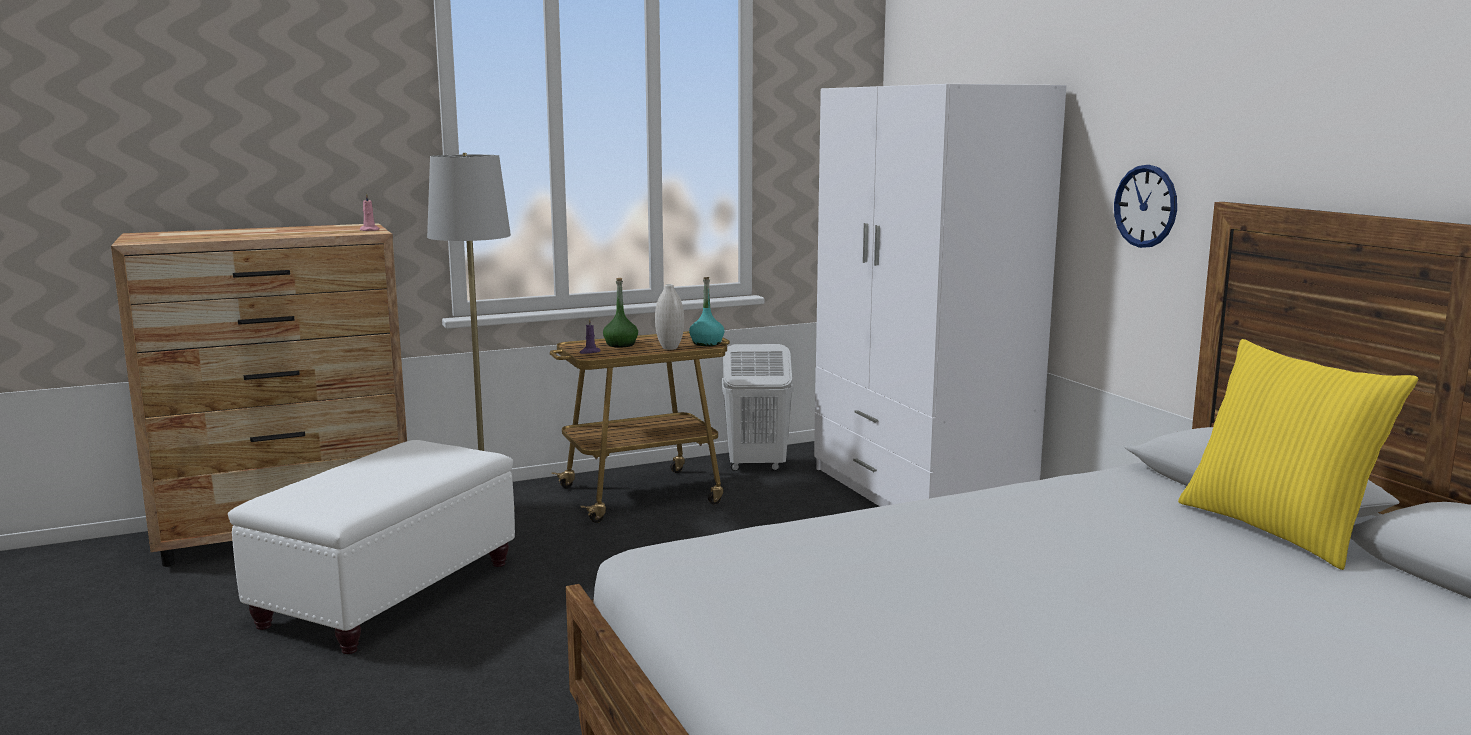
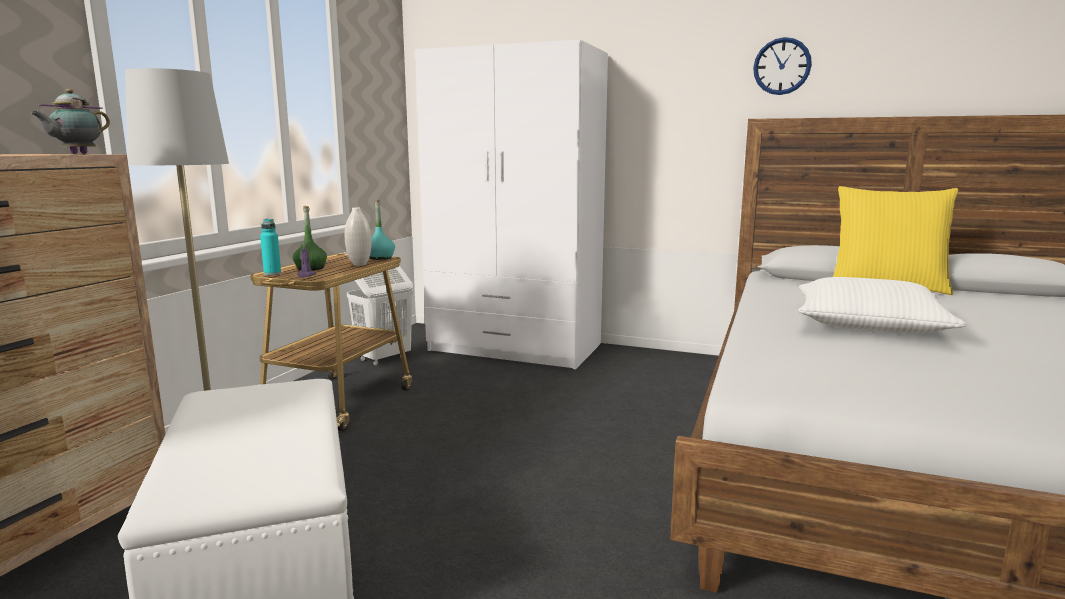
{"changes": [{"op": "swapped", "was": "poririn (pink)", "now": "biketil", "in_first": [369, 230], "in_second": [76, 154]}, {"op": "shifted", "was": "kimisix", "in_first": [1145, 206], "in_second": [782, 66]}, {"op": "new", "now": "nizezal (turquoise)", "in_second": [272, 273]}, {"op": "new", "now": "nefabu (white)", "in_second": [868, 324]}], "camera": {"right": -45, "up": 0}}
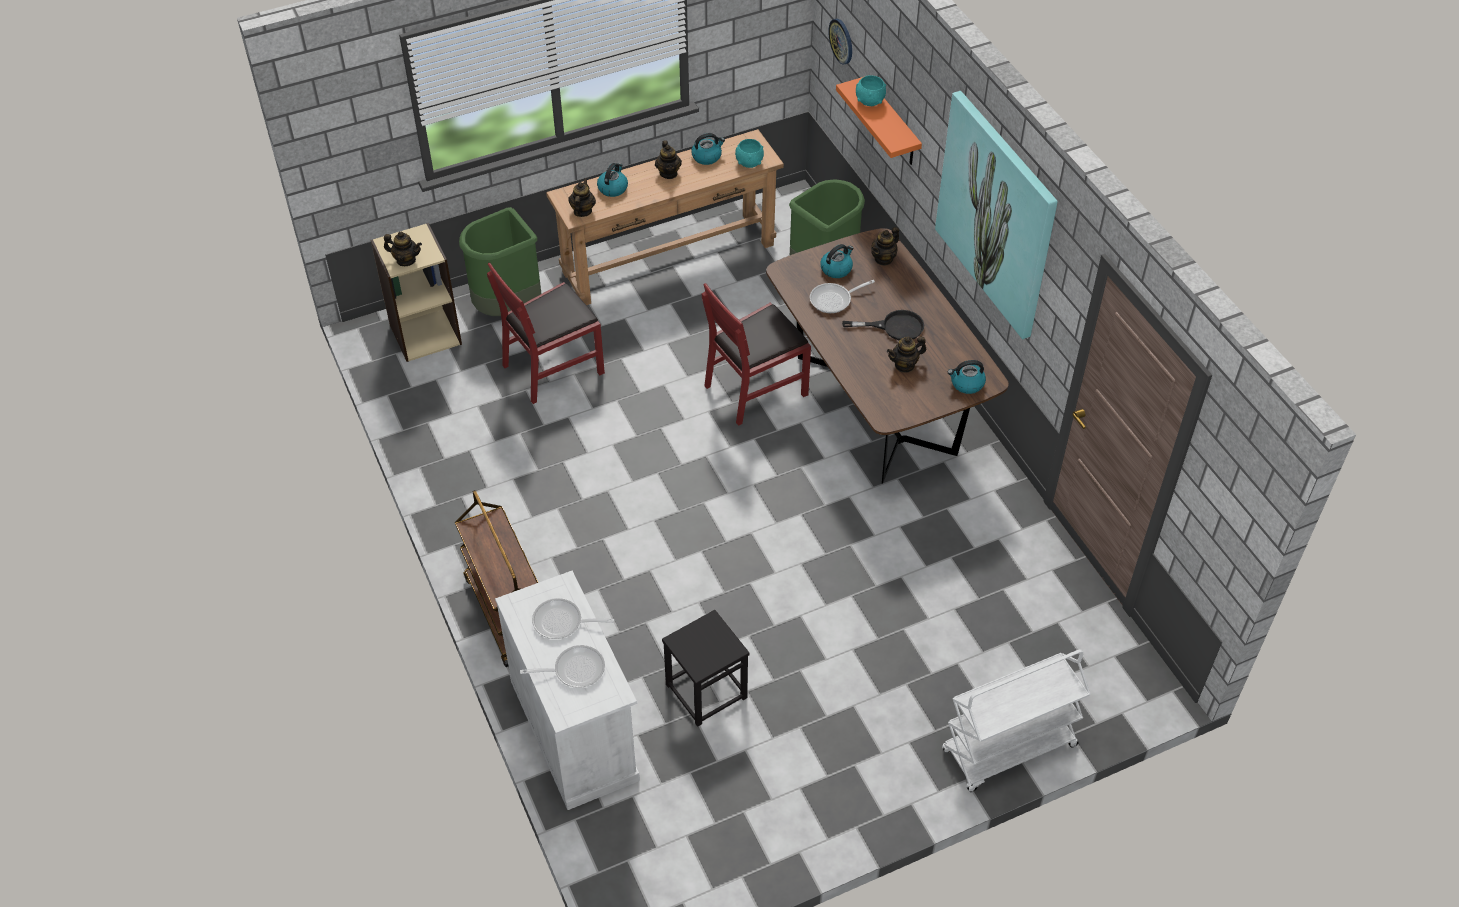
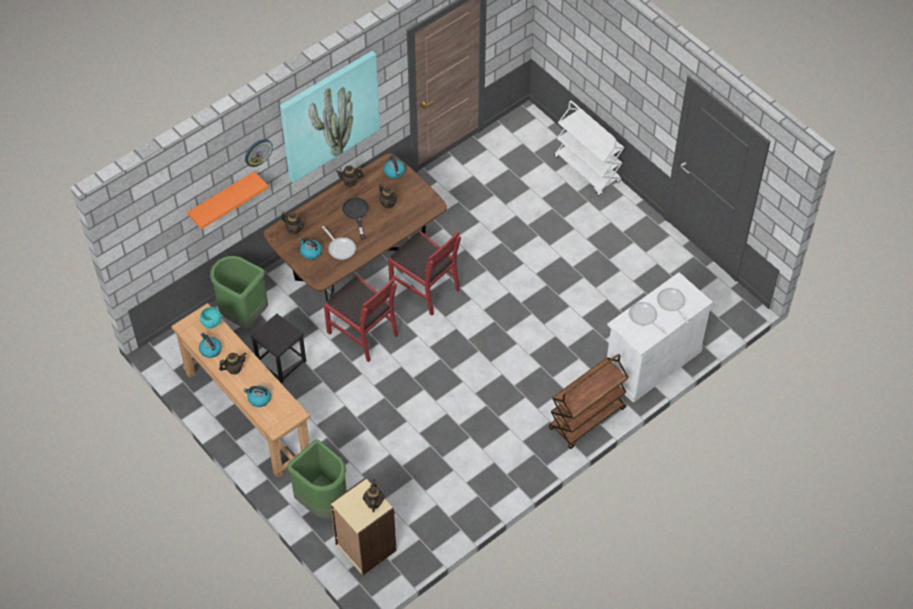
{"changes": [{"op": "shifted", "was": "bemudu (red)", "in_first": [552, 368], "in_second": [425, 287]}, {"op": "rotated", "was": "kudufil", "in_first": [562, 622], "in_second": [644, 317], "clockwise": 150}, {"op": "shifted", "was": "biketil", "in_first": [582, 211], "in_second": [350, 182]}, {"op": "shifted", "was": "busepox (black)", "in_first": [706, 690], "in_second": [281, 362]}, {"op": "shifted", "was": "kimisix", "in_first": [841, 41], "in_second": [258, 152]}, {"op": "gone", "was": "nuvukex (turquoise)", "in_first": [869, 101]}], "camera": {"right": -105, "up": 5}}
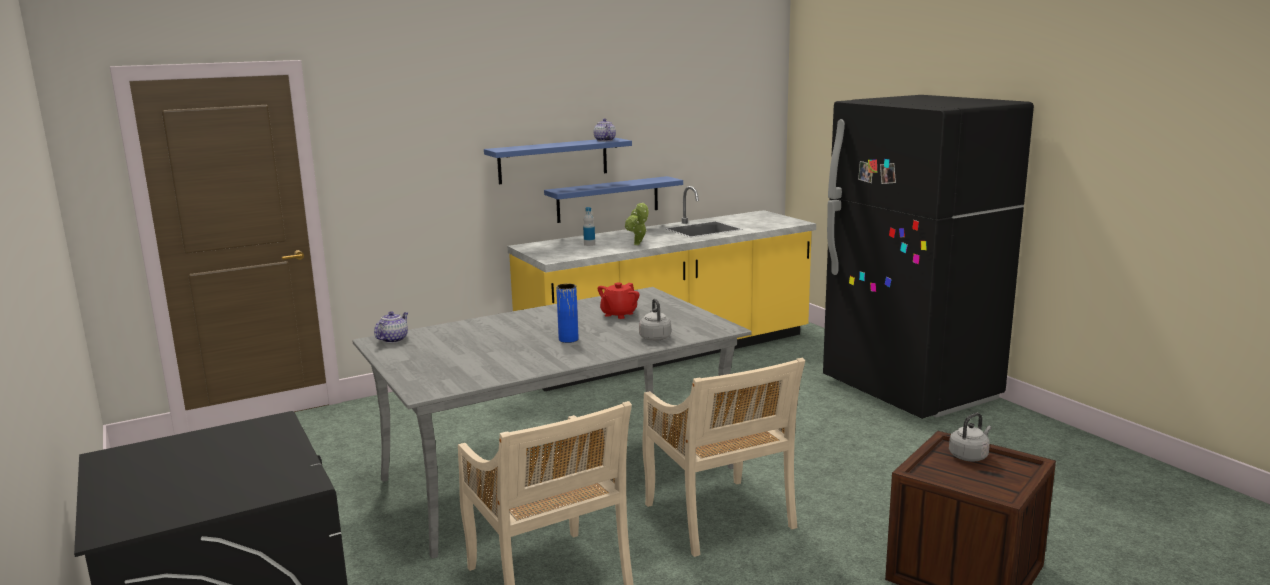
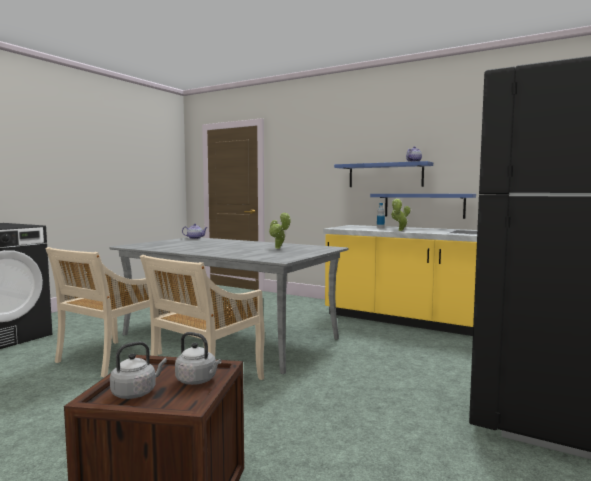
{"changes": [{"op": "gone", "was": "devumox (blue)", "in_first": [568, 339]}, {"op": "swapped", "was": "biketil (red)", "now": "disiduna", "in_first": [618, 314], "in_second": [278, 248]}, {"op": "shifted", "was": "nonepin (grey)", "in_first": [654, 337], "in_second": [136, 392]}], "camera": {"right": 60, "up": -10}}
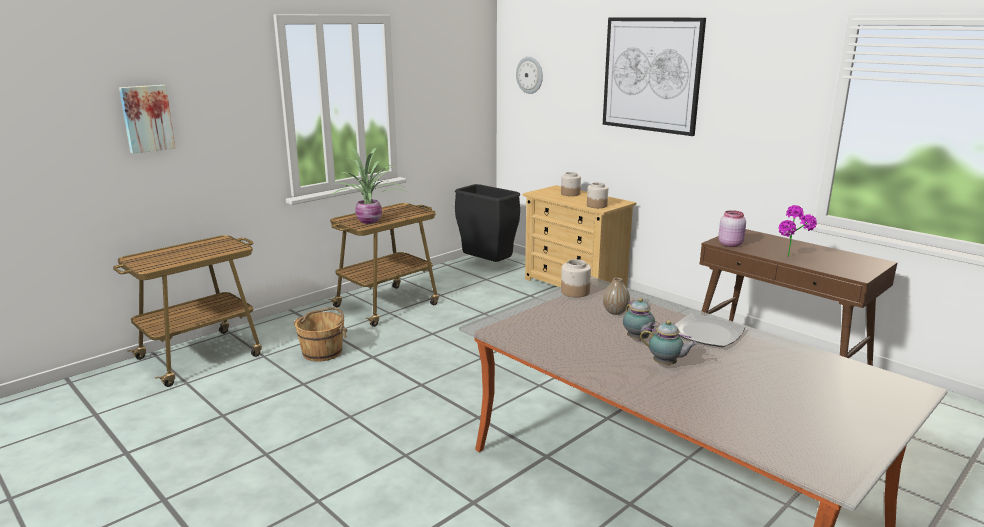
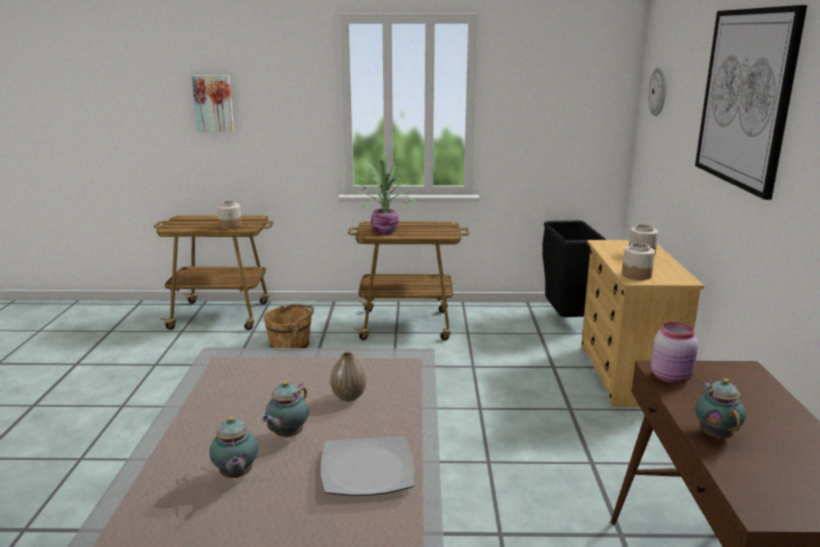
{"changes": [{"op": "shifted", "was": "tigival", "in_first": [575, 292], "in_second": [230, 226]}, {"op": "swapped", "was": "disiduna", "now": "biketil", "in_first": [791, 258], "in_second": [715, 434]}], "camera": {"right": 45, "up": 0}}
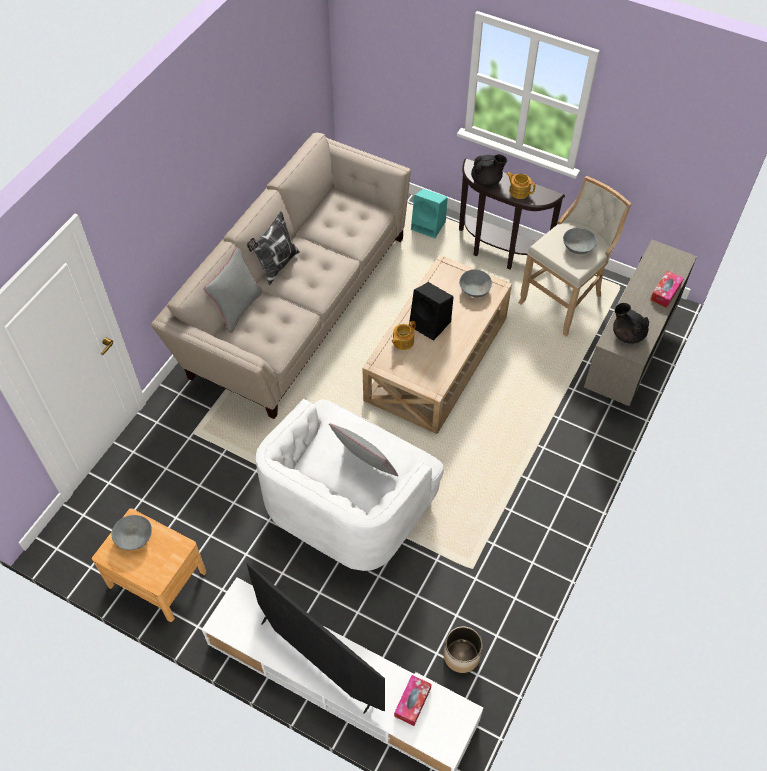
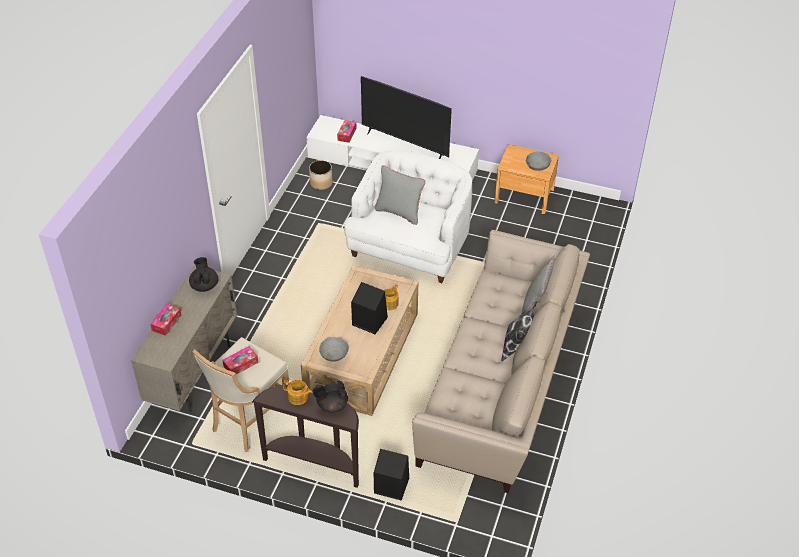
{"changes": [{"op": "repainted", "was": "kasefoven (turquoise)", "now": "kasefoven (black)", "in_first": [429, 226], "in_second": [390, 486]}, {"op": "swapped", "was": "nuvukex (grey)", "now": "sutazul", "in_first": [577, 248], "in_second": [241, 364]}, {"op": "rotated", "was": "biketil (black)", "in_first": [627, 334], "in_second": [204, 285], "clockwise": -135}], "camera": {"right": 170, "up": -10}}
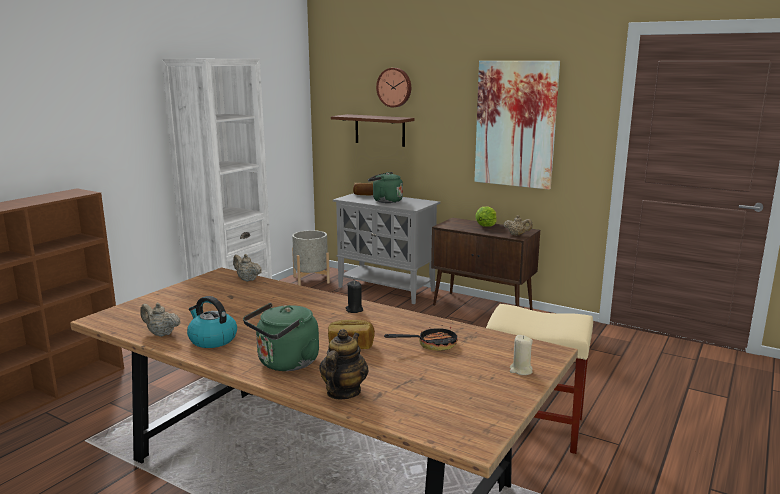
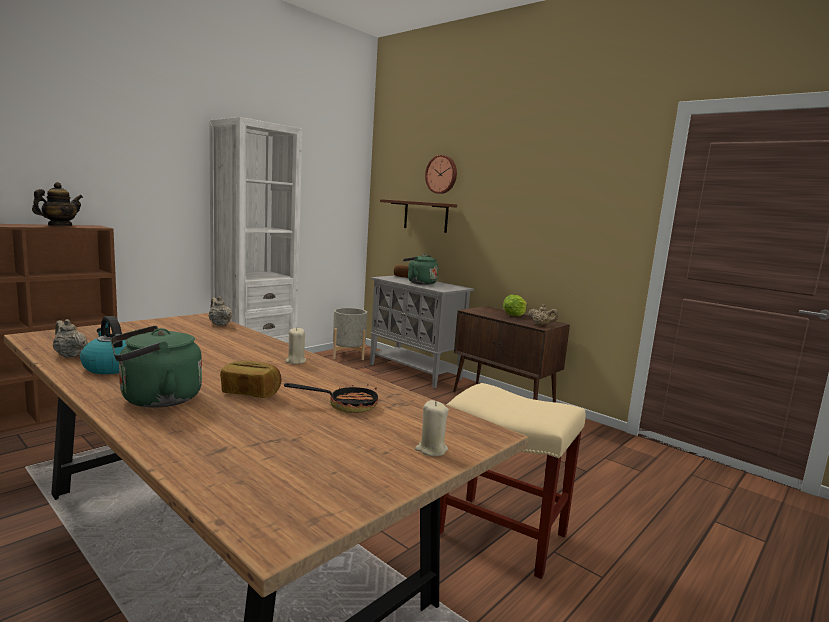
{"changes": [{"op": "shifted", "was": "biketil", "in_first": [343, 392], "in_second": [59, 226]}, {"op": "repainted", "was": "poririn (black)", "now": "poririn (beige)", "in_first": [354, 310], "in_second": [295, 361]}, {"op": "gone", "was": "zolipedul", "in_first": [515, 124]}], "camera": {"right": 10, "up": -5}}
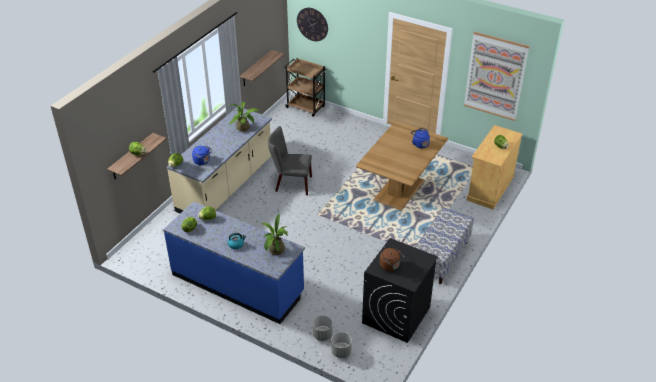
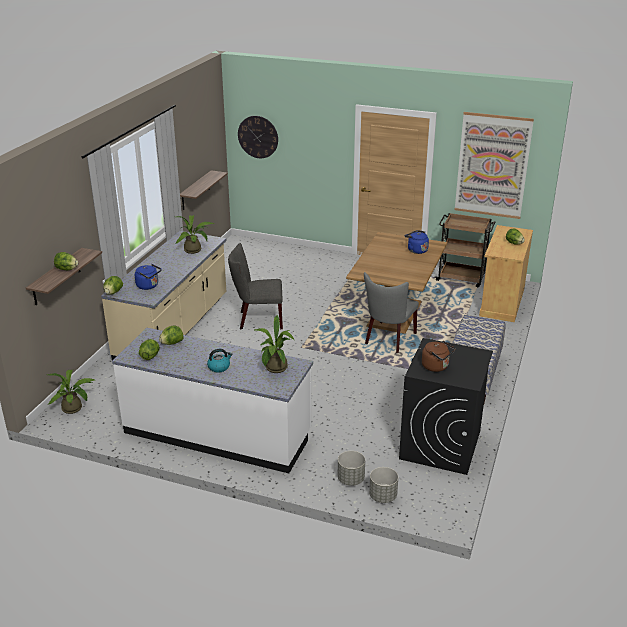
{"changes": [{"op": "repainted", "was": "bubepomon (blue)", "now": "bubepomon (white)", "in_first": [238, 283], "in_second": [218, 433]}, {"op": "shifted", "was": "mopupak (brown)", "in_first": [306, 107], "in_second": [461, 278]}, {"op": "new", "now": "disiduna", "in_second": [74, 408]}, {"op": "new", "now": "bemudu (grey)", "in_second": [388, 340]}], "camera": {"right": -10, "up": -10}}
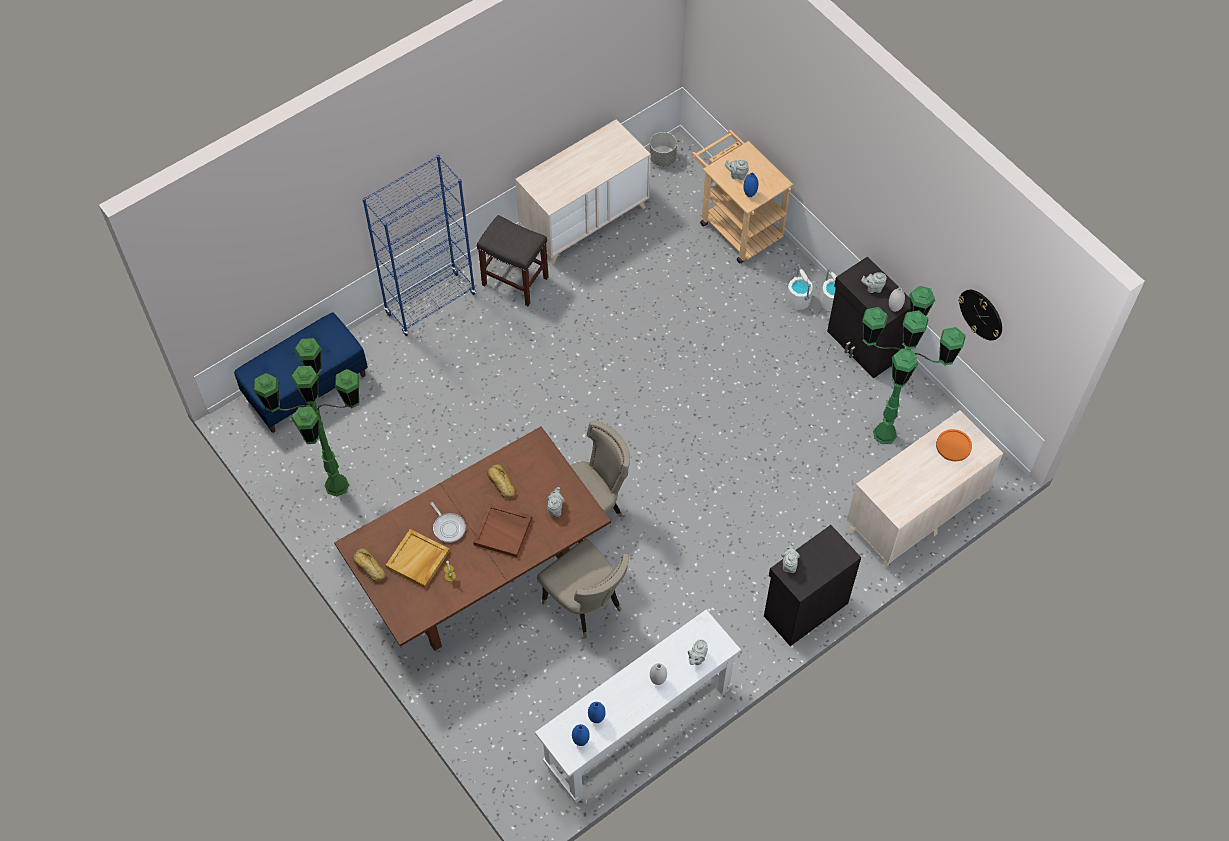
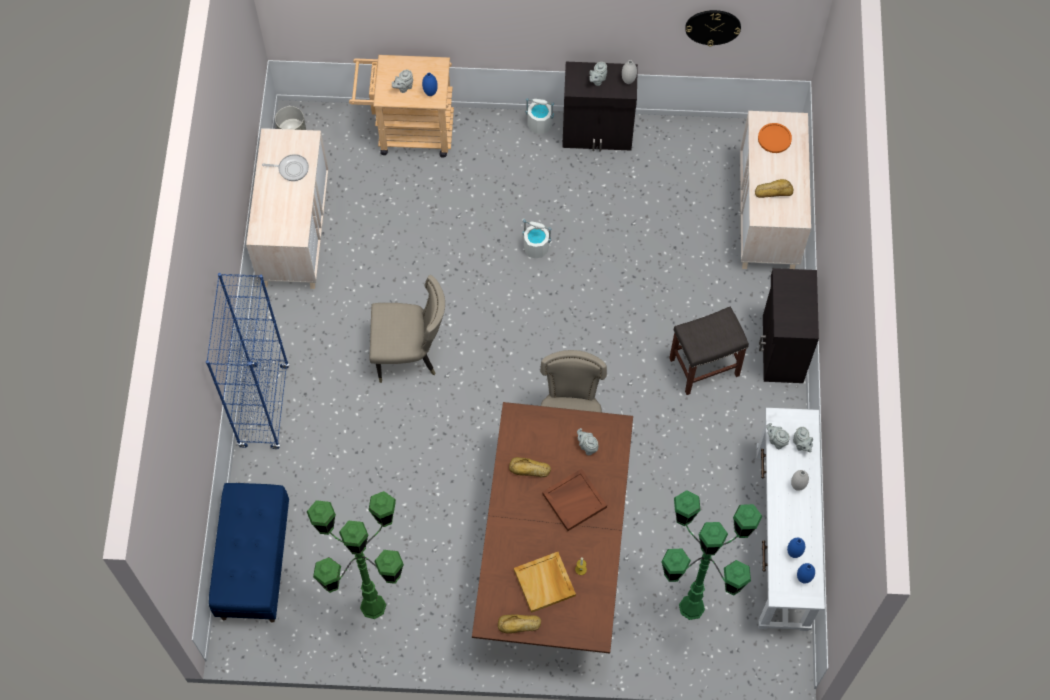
{"changes": [{"op": "shifted", "was": "kudufil", "in_first": [448, 527], "in_second": [291, 169]}, {"op": "shifted", "was": "busepox (grey)", "in_first": [516, 281], "in_second": [705, 366]}, {"op": "shifted", "was": "bemudu (beige)", "in_first": [586, 606], "in_second": [410, 354]}, {"op": "shifted", "was": "biketil (grey)", "in_first": [789, 564], "in_second": [776, 441]}, {"op": "shifted", "was": "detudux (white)", "in_first": [798, 300], "in_second": [536, 248]}, {"op": "shifted", "was": "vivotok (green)", "in_first": [884, 434], "in_second": [691, 608]}, {"op": "new", "now": "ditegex", "in_second": [773, 191]}], "camera": {"right": -50, "up": 5}}
